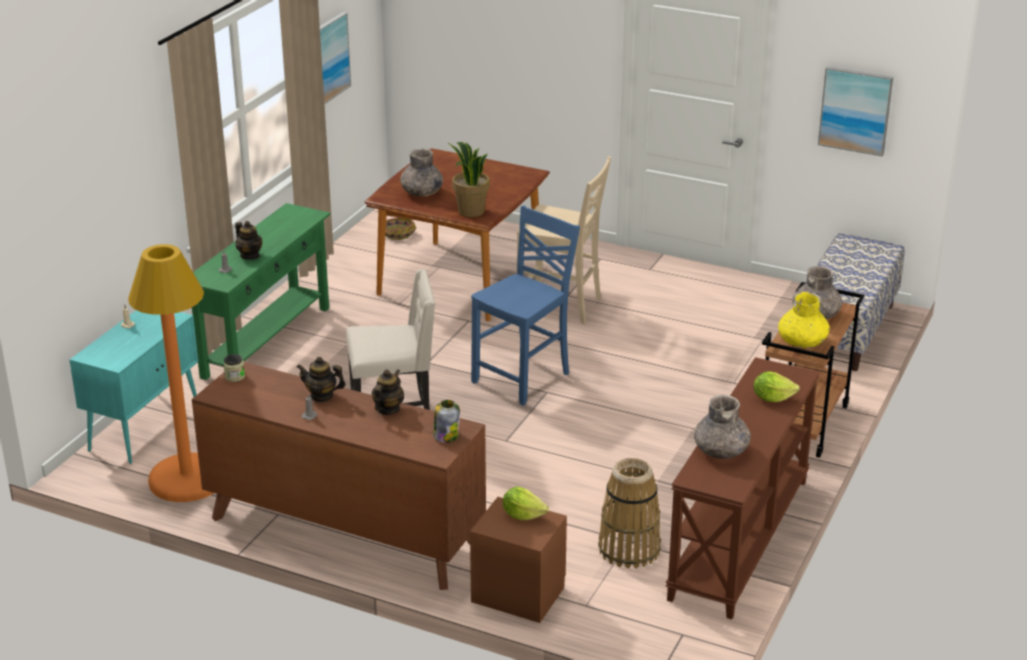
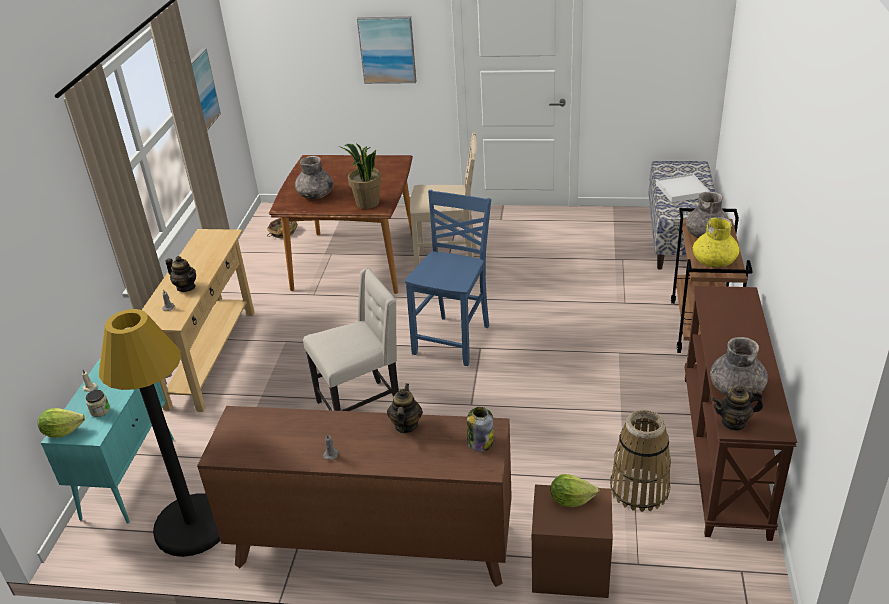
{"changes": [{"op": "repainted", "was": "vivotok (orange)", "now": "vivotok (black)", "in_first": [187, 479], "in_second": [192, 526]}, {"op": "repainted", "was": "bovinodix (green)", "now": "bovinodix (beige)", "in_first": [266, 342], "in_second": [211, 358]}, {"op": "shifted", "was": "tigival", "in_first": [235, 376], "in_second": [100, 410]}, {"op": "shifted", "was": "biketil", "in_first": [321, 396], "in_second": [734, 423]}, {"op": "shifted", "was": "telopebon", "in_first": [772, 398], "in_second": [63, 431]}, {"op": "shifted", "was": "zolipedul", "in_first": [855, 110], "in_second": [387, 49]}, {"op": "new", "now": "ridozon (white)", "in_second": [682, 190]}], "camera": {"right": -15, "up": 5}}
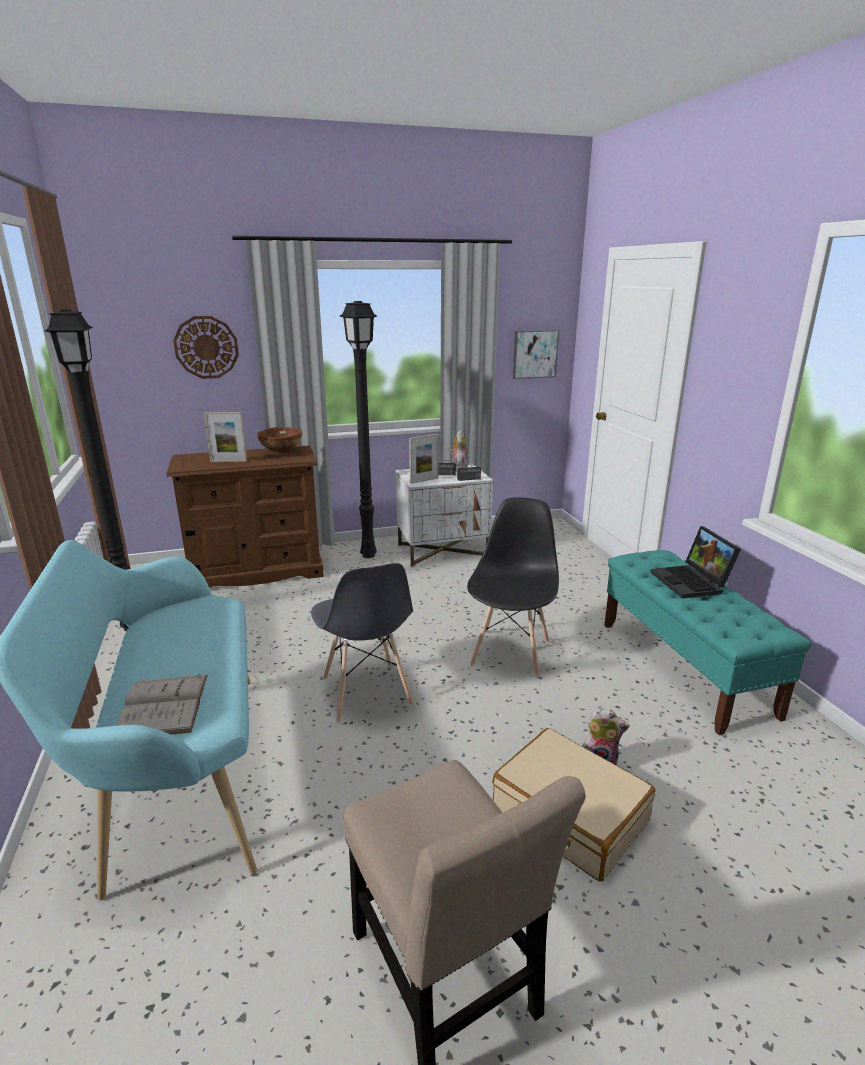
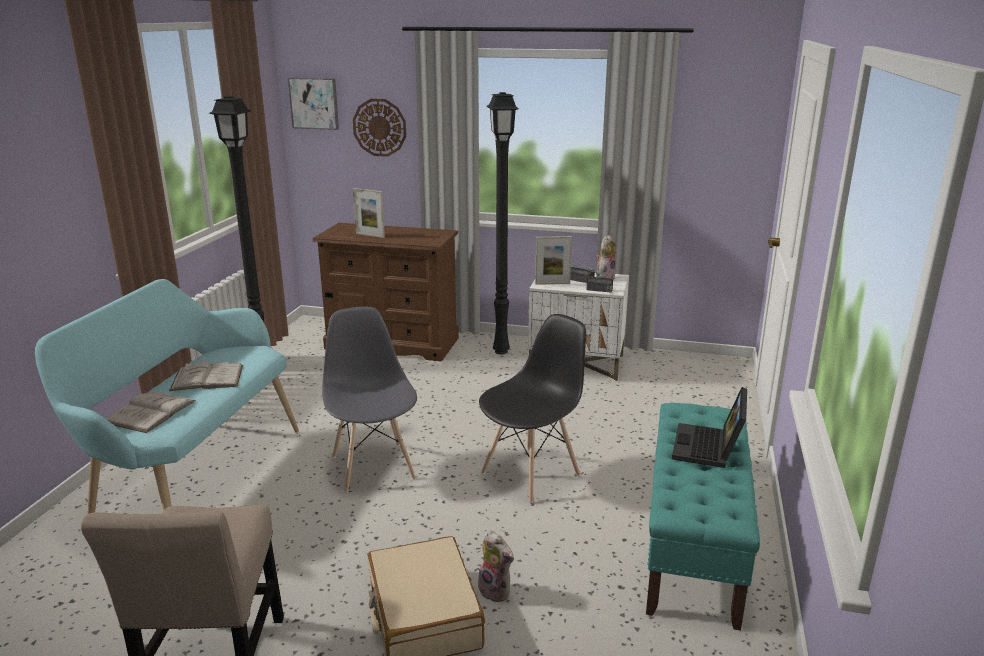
{"changes": [{"op": "gone", "was": "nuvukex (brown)", "in_first": [281, 453]}, {"op": "rotated", "was": "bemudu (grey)", "in_first": [366, 692], "in_second": [373, 466], "clockwise": 150}, {"op": "shifted", "was": "zolipedul", "in_first": [534, 354], "in_second": [314, 103]}, {"op": "new", "now": "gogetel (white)", "in_second": [207, 378]}], "camera": {"right": 30, "up": 0}}
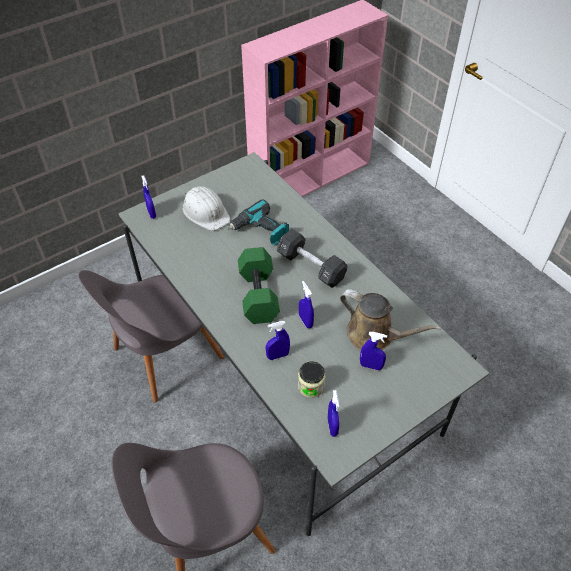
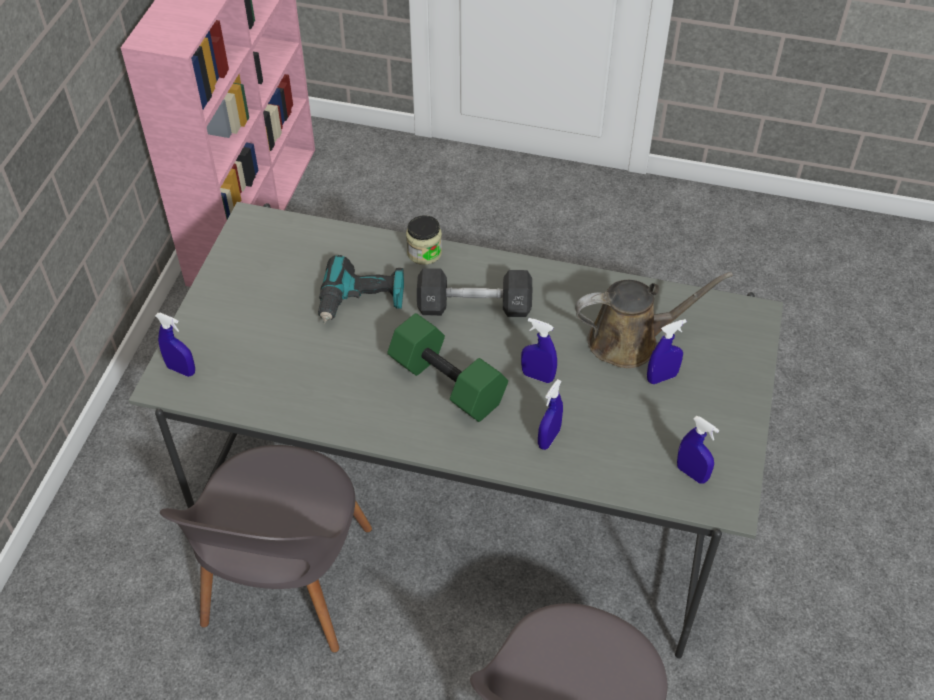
{"changes": [{"op": "gone", "was": "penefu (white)", "in_first": [206, 212]}, {"op": "shifted", "was": "tigival", "in_first": [311, 386], "in_second": [424, 252]}], "camera": {"right": -40, "up": 0}}
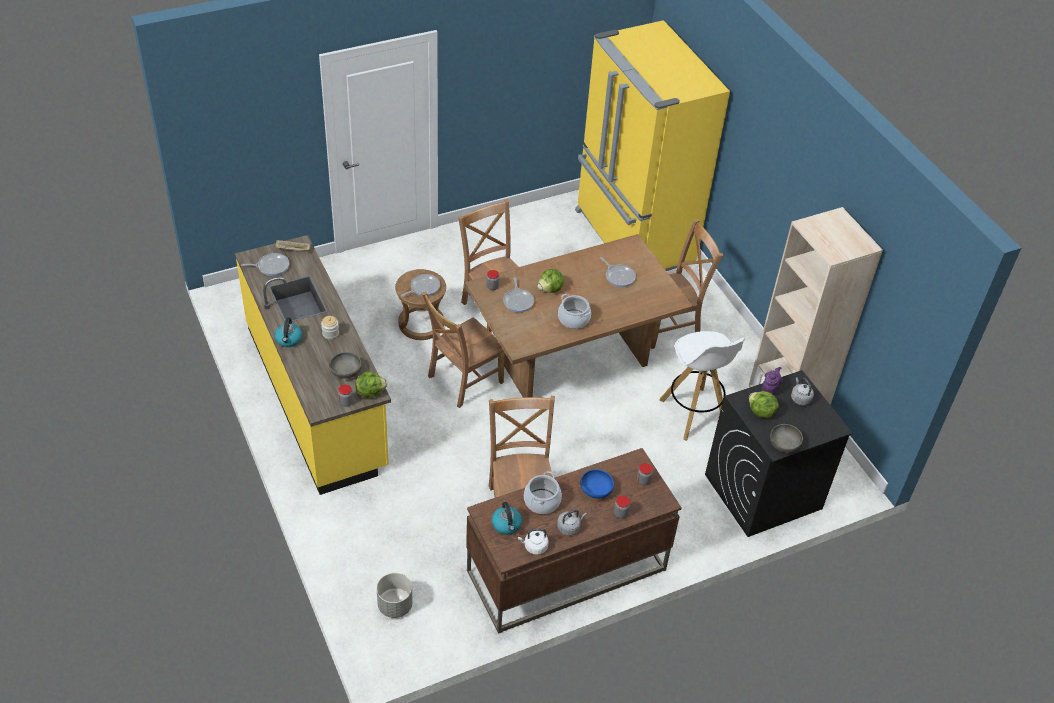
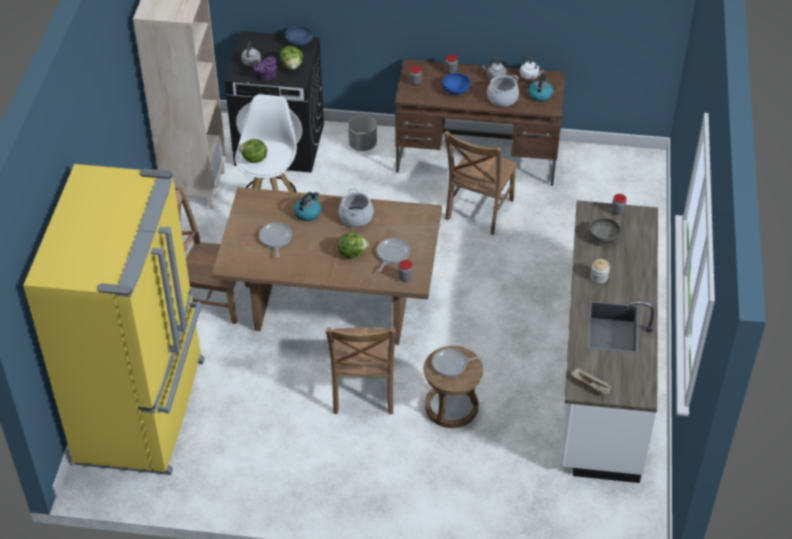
{"changes": [{"op": "repainted", "was": "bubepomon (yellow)", "now": "bubepomon (white)", "in_first": [317, 396], "in_second": [601, 374]}, {"op": "gone", "was": "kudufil", "in_first": [271, 266]}, {"op": "shifted", "was": "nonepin", "in_first": [289, 340], "in_second": [308, 213]}, {"op": "shifted", "was": "telopebon", "in_first": [370, 392], "in_second": [254, 159]}, {"op": "shifted", "was": "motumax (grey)", "in_first": [395, 606], "in_second": [362, 144]}, {"op": "gone", "was": "bemudu (brown)", "in_first": [463, 381]}, {"op": "repainted", "was": "nuvukex (grey)", "now": "nuvukex (blue)", "in_first": [784, 444], "in_second": [299, 42]}], "camera": {"right": -145, "up": 0}}
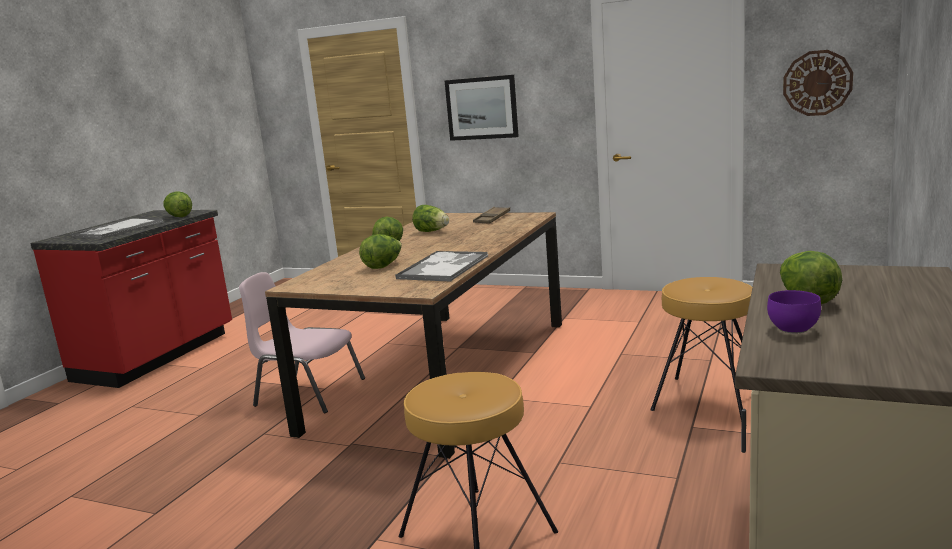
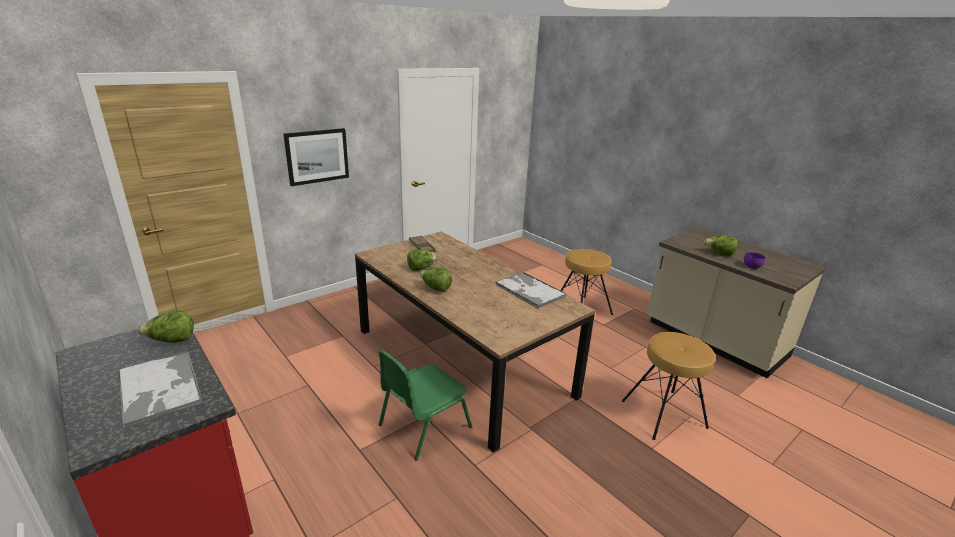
{"changes": [{"op": "repainted", "was": "bemudu (pink)", "now": "bemudu (green)", "in_first": [308, 392], "in_second": [423, 426]}, {"op": "gone", "was": "telopebon", "in_first": [383, 266]}, {"op": "gone", "was": "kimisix", "in_first": [817, 83]}], "camera": {"right": -65, "up": 10}}
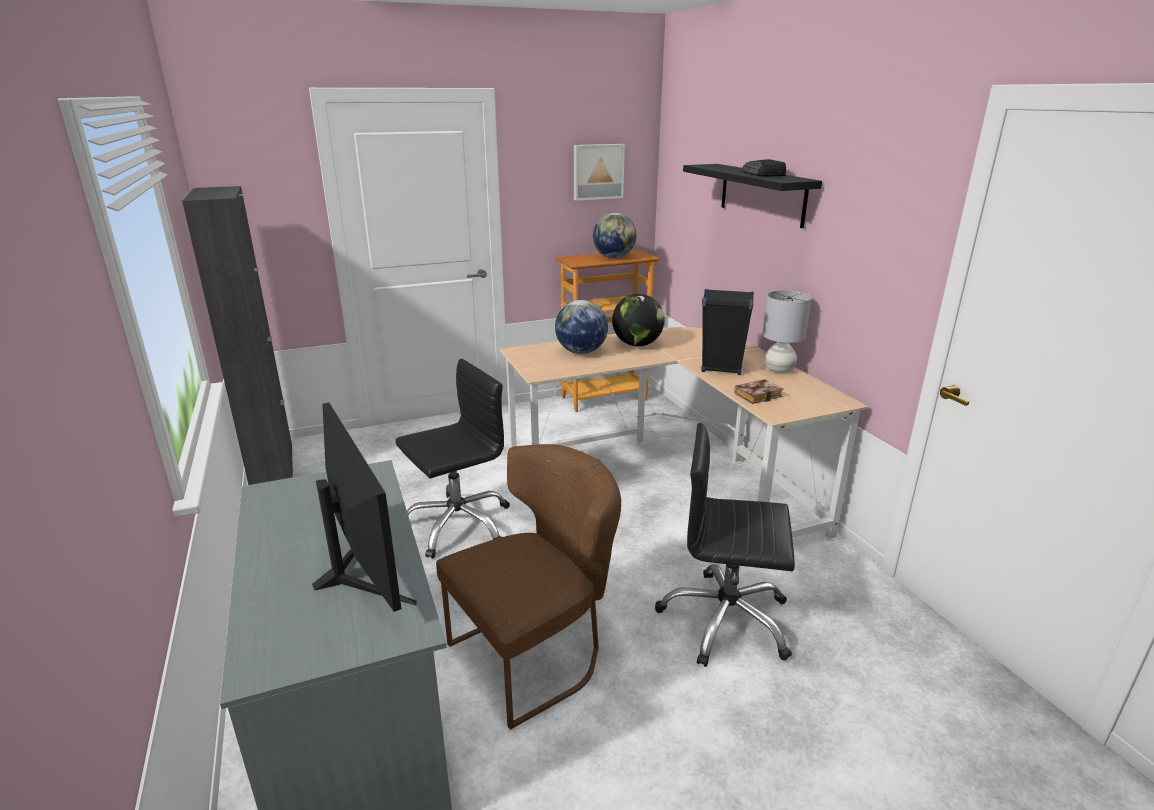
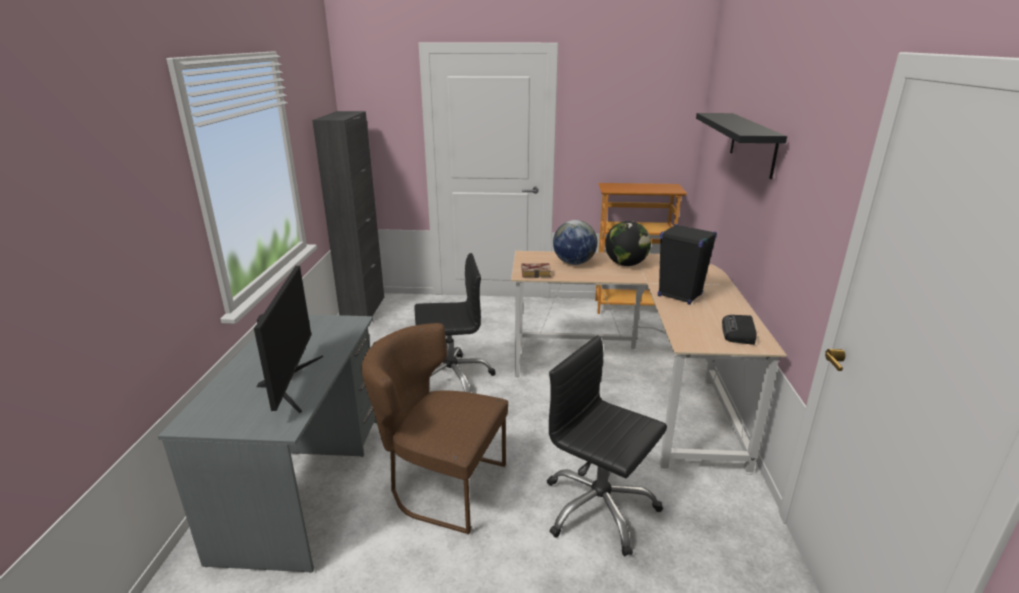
{"changes": [{"op": "rotated", "was": "bemudu (brown)", "in_first": [536, 653], "in_second": [440, 484], "clockwise": -150}, {"op": "gone", "was": "zolipedul", "in_first": [597, 171]}, {"op": "gone", "was": "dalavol", "in_first": [614, 257]}, {"op": "shifted", "was": "gogetel", "in_first": [758, 395], "in_second": [537, 273]}, {"op": "shifted", "was": "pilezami", "in_first": [764, 174], "in_second": [738, 333]}, {"op": "gone", "was": "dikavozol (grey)", "in_first": [779, 370]}], "camera": {"right": 25, "up": 0}}
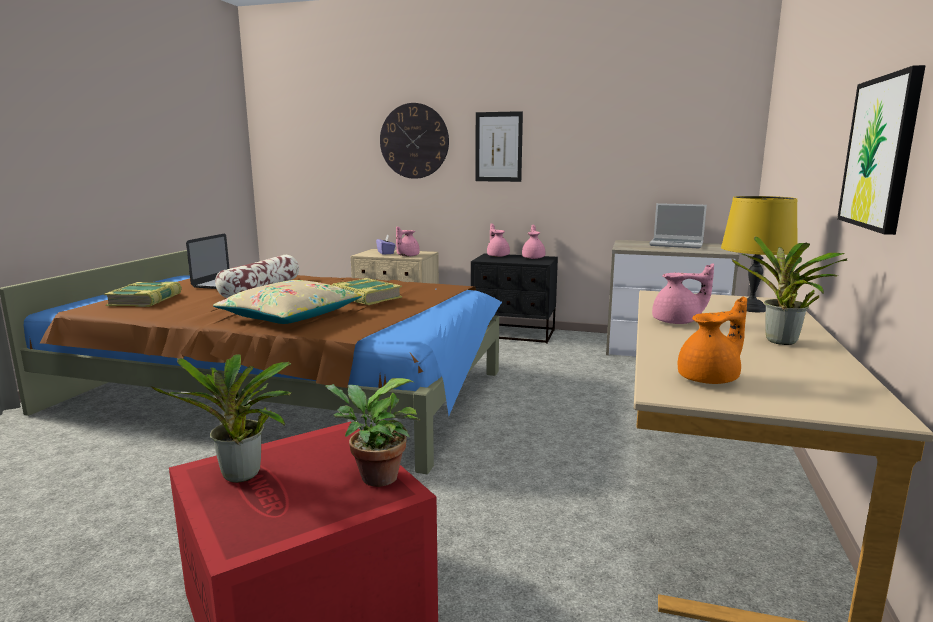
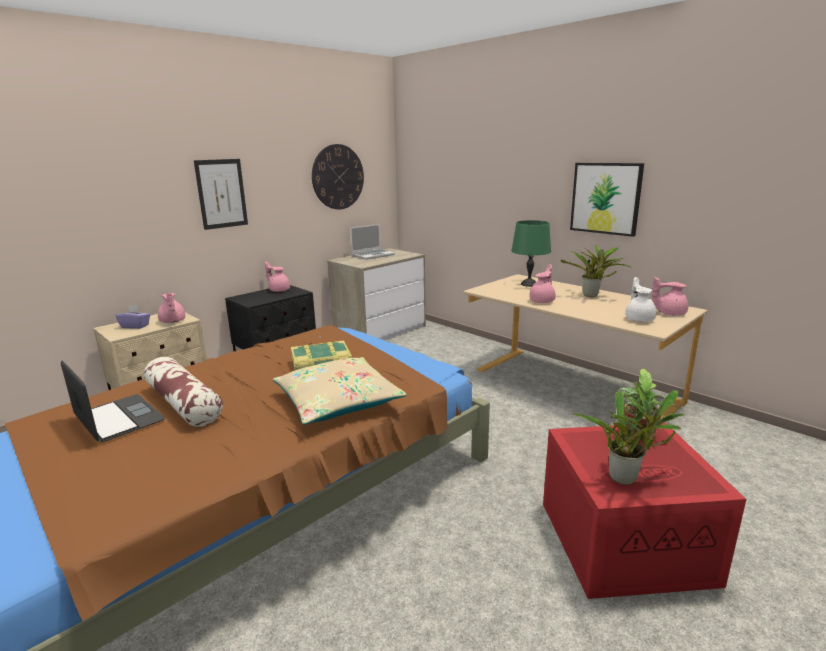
{"changes": [{"op": "gone", "was": "gogetel", "in_first": [146, 300]}, {"op": "shifted", "was": "kimisix", "in_first": [414, 141], "in_second": [338, 177]}, {"op": "shifted", "was": "biketil (pink)", "in_first": [497, 256], "in_second": [669, 313]}, {"op": "repainted", "was": "biketil (orange)", "now": "biketil (white)", "in_first": [710, 379], "in_second": [639, 319]}, {"op": "repainted", "was": "dikavozol (yellow)", "now": "dikavozol (green)", "in_first": [751, 308], "in_second": [528, 284]}], "camera": {"right": -60, "up": 5}}
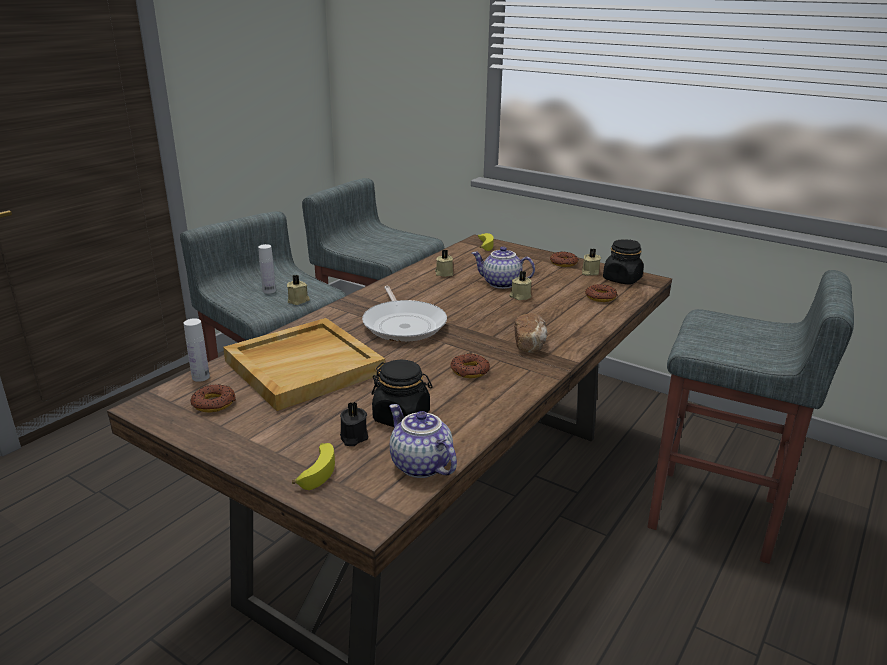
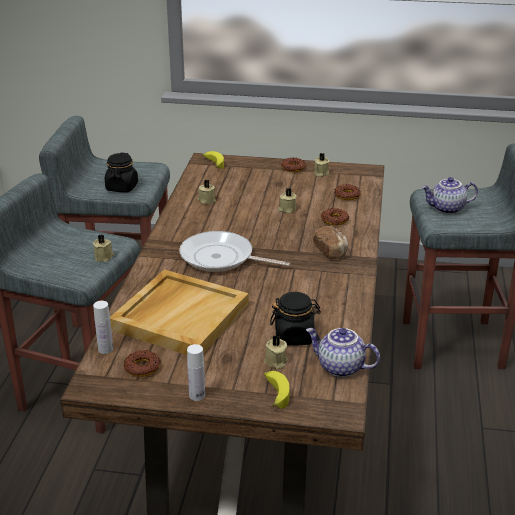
{"changes": [{"op": "shifted", "was": "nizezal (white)", "in_first": [269, 291], "in_second": [197, 395]}, {"op": "repainted", "was": "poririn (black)", "now": "poririn (beige)", "in_first": [353, 438], "in_second": [275, 362]}, {"op": "rotated", "was": "kudufil", "in_first": [404, 324], "in_second": [221, 258], "clockwise": 150}, {"op": "shifted", "was": "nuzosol", "in_first": [470, 370], "in_second": [334, 220]}, {"op": "shifted", "was": "biketil", "in_first": [501, 284], "in_second": [447, 209]}, {"op": "shifted", "was": "tigival (black)", "in_first": [622, 279], "in_second": [122, 187]}], "camera": {"right": -25, "up": 5}}
